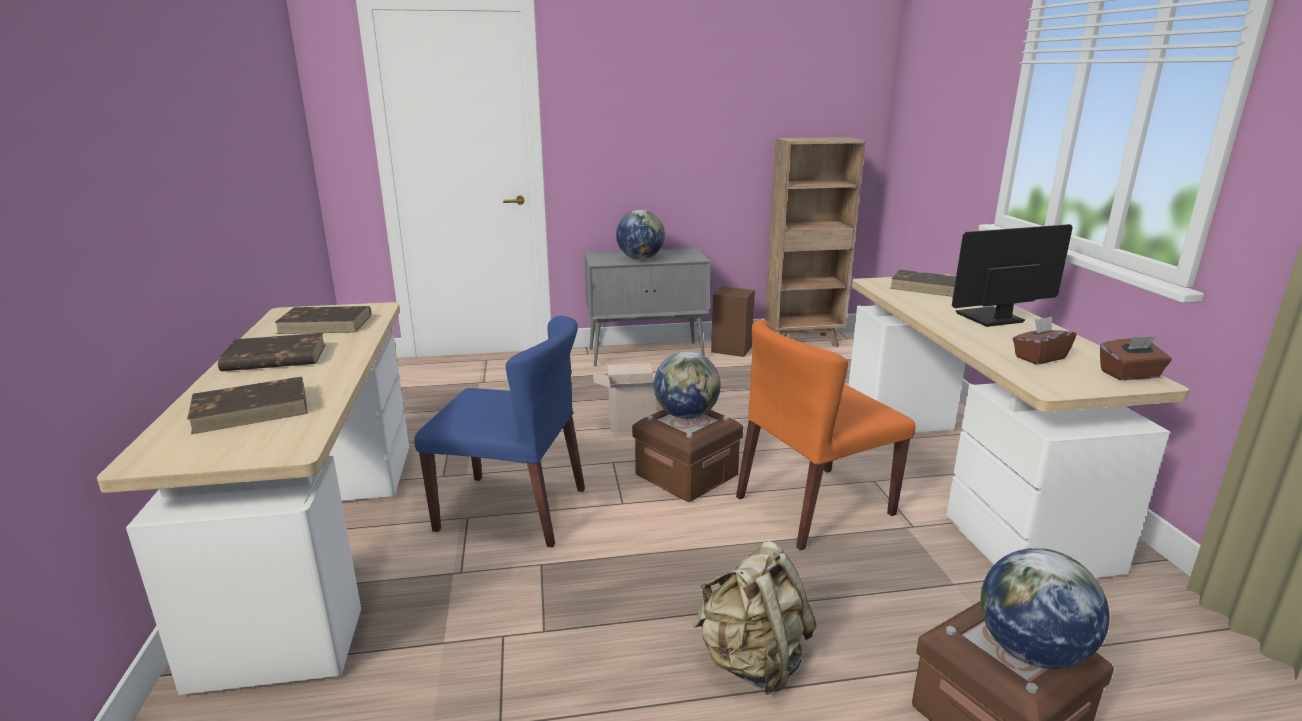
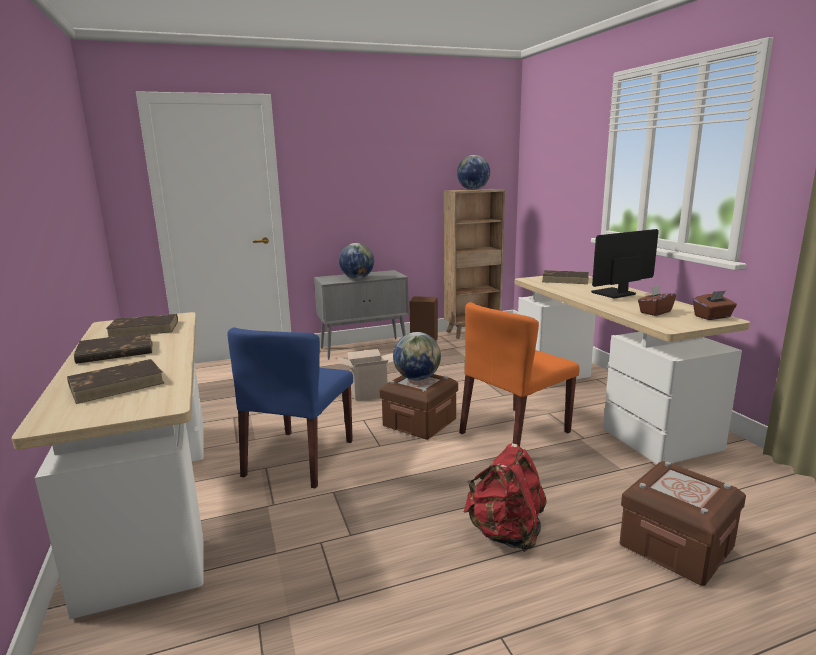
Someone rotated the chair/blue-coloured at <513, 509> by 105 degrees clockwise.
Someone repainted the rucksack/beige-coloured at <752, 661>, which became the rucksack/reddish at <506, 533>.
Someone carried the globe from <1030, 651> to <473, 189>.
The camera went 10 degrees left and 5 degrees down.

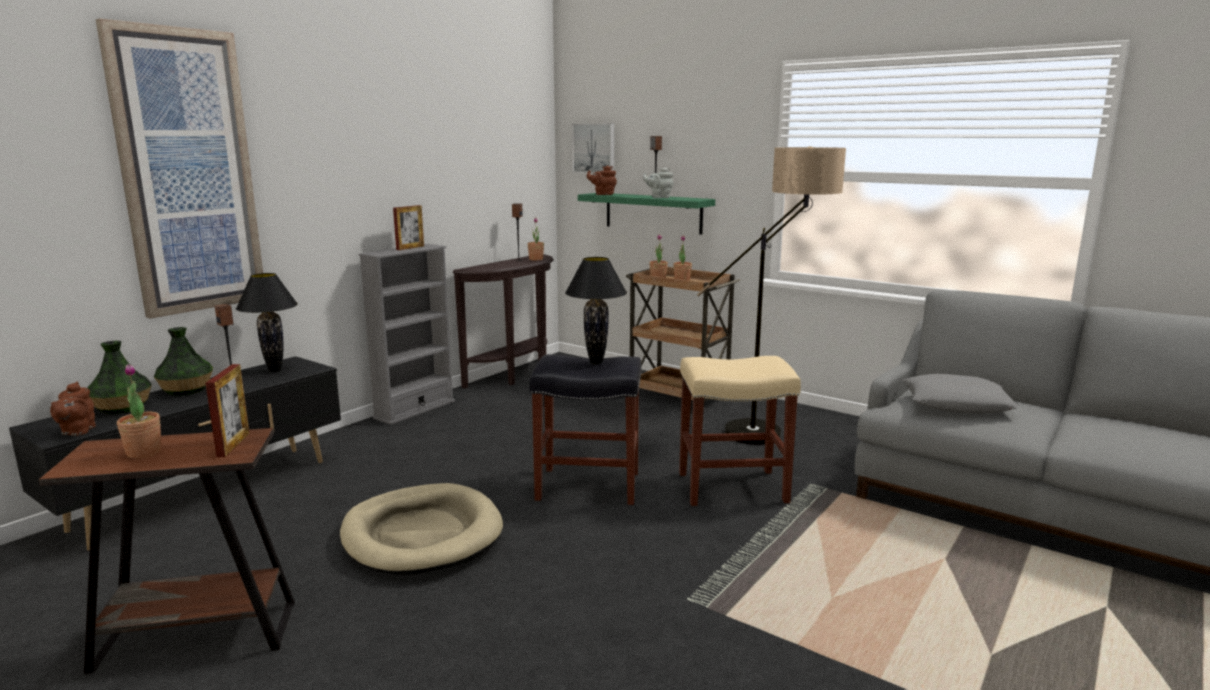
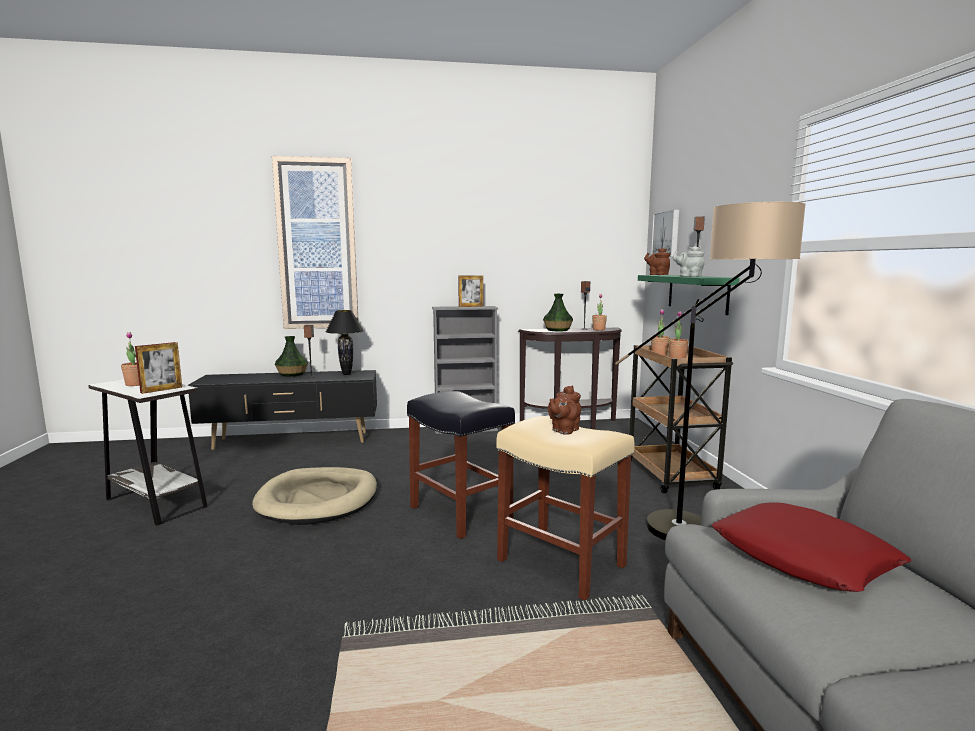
Someone took away the lamp for a table/black-coloured at <596, 362>.
Someone carried the vase from <123, 407> to <557, 330>.
Someone repainted the pillow/grey at <957, 403>, which became the pillow/reddish at <803, 557>.
Someone carried the pot for tea/brownish from <77, 431> to <564, 430>.
Someone repainted the end table/brownish at <196, 636>, which became the end table/white-coloured at <156, 503>.
The camera went 45 degrees right and 5 degrees down.

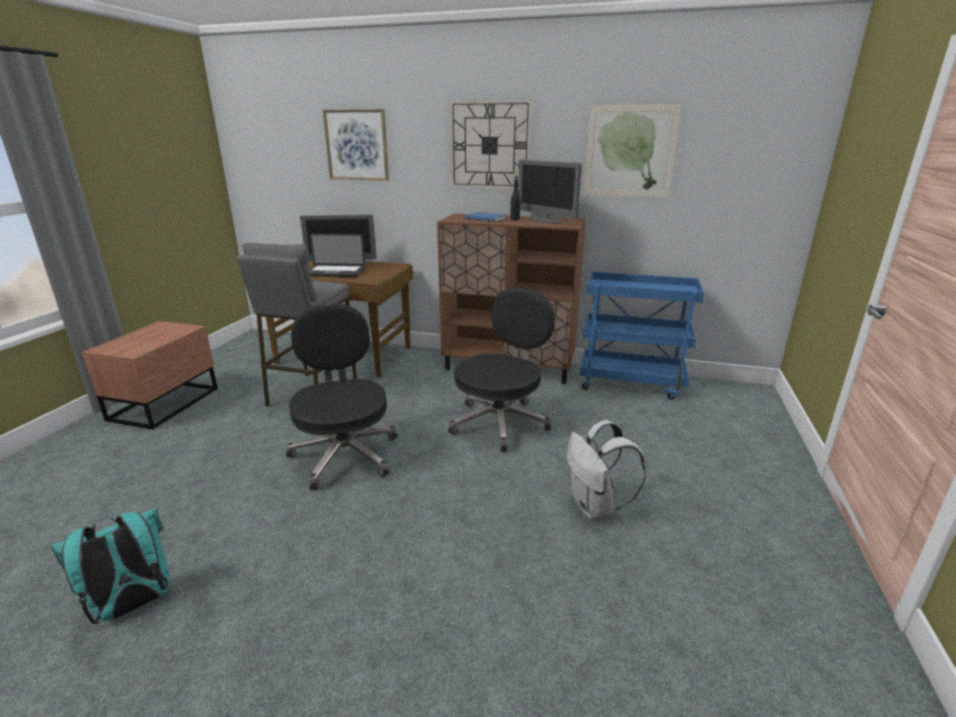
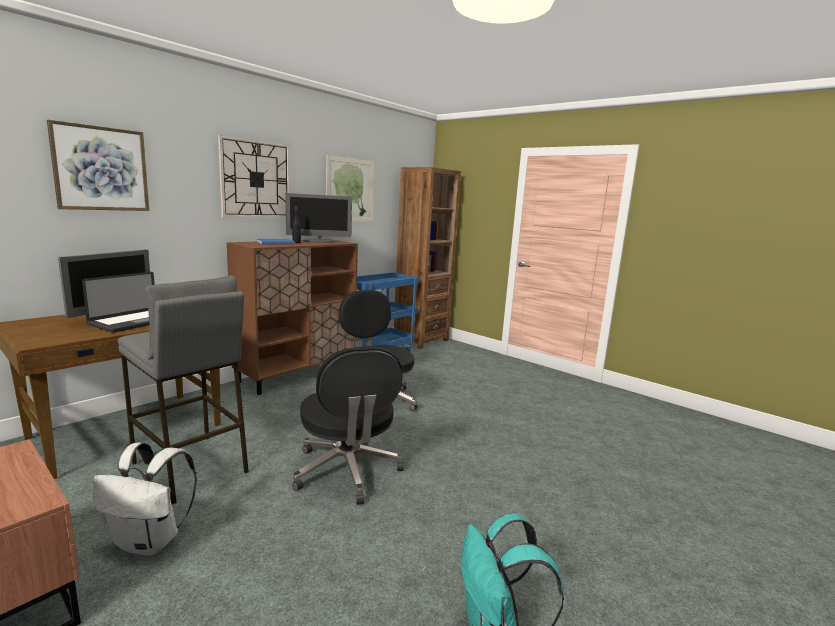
Someone rotated the desk chair/black-coloured at <345, 454> by 120 degrees counterclockwise.
Someone carried the rucksack/white-coloured from <595, 507> to <150, 541>.
Someone put down the bookcase/brownish at <420, 340>.
The camera went 65 degrees left and 10 degrees down.

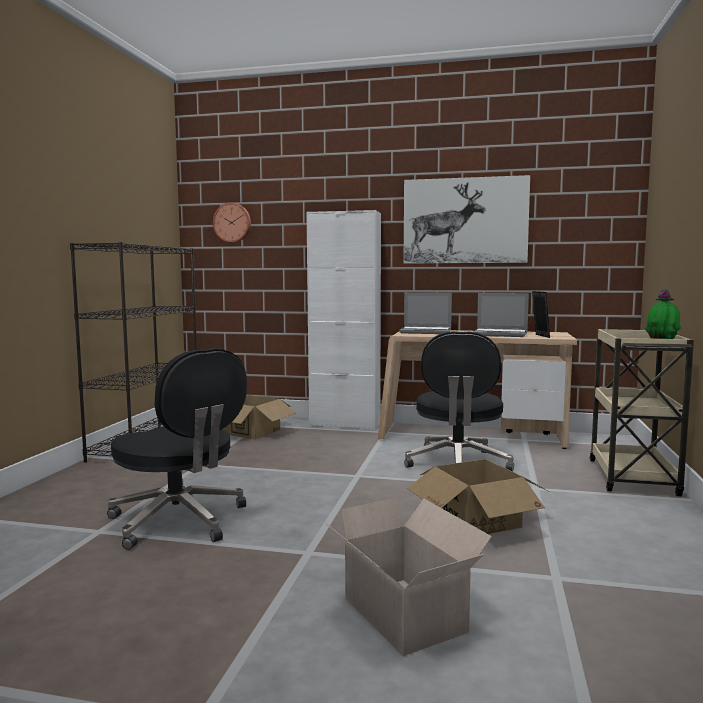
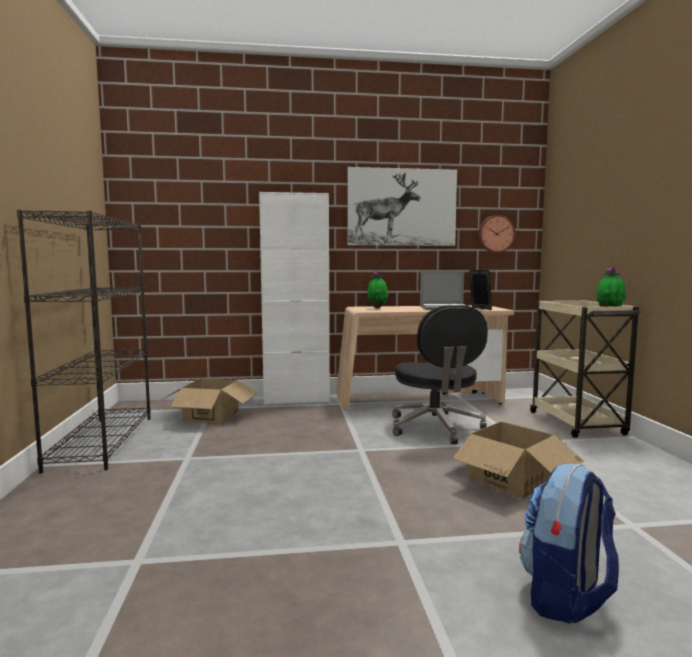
Someone carried the hanging clock from <232, 223> to <495, 234>.
Someone swapped the portable computer at <426, 332> for the plant in a pot at <377, 308>.
Someone took away the desk chair/black-coloured at <180, 521>.
Someone swapped the packing box at <405, 617> for the rucksack at <566, 597>.
The camera went 20 degrees left and 0 degrees up.

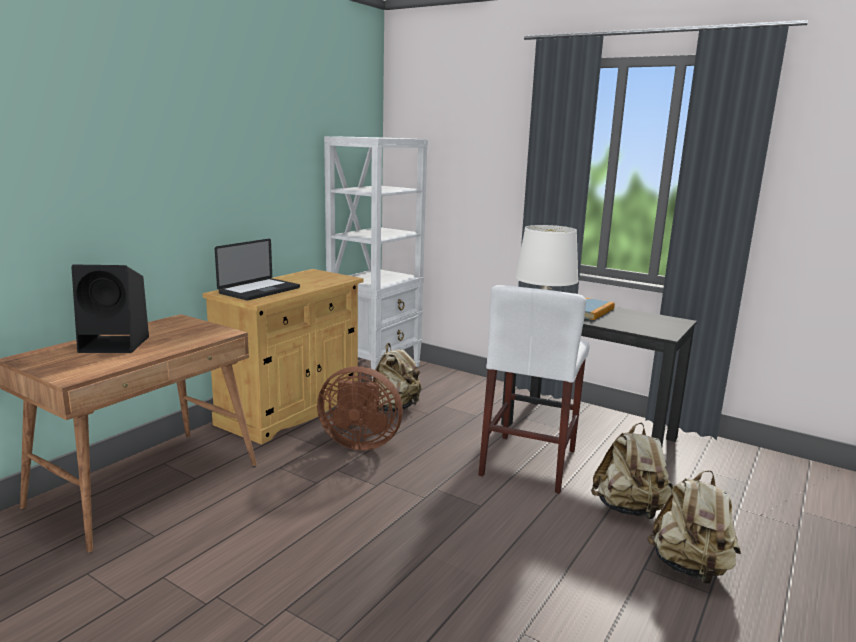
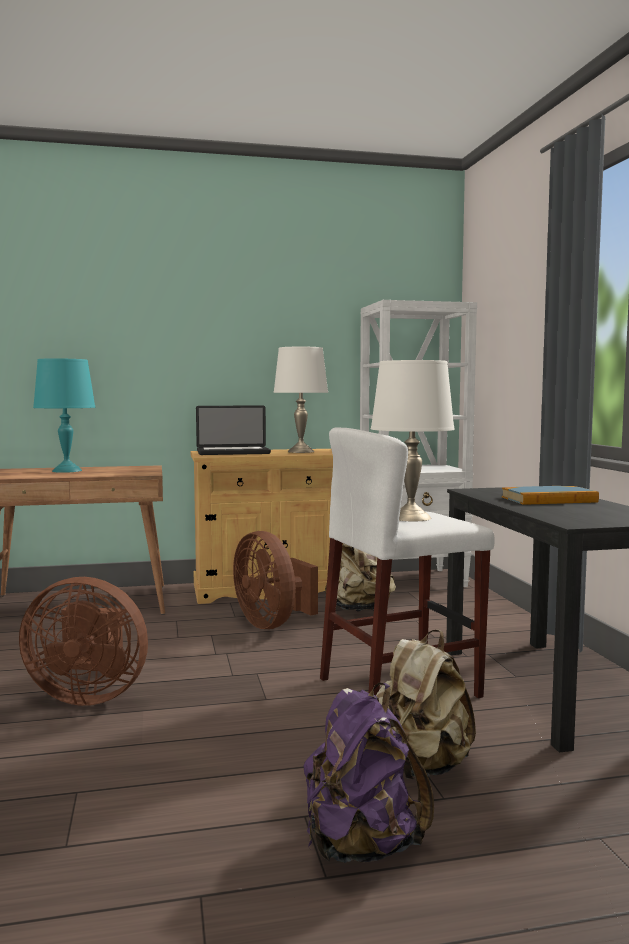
Someone swapped the speaker/black-coloured at <116, 344> for the lamp for a table/blue-green at <67, 470>.
Someone repainted the rucksack/beige-coloured at <690, 568>, which became the rucksack/purplish at <361, 846>.
Someone put down the lamp for a table/white-coloured at <300, 451>.
Someone put down the cooling fan/brownish at <88, 695>.
The camera went 45 degrees right and 10 degrees down.

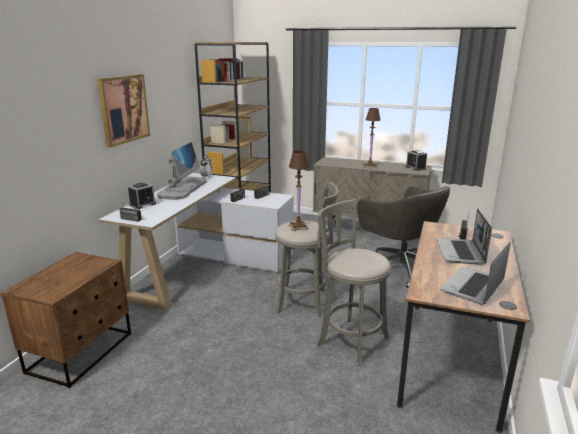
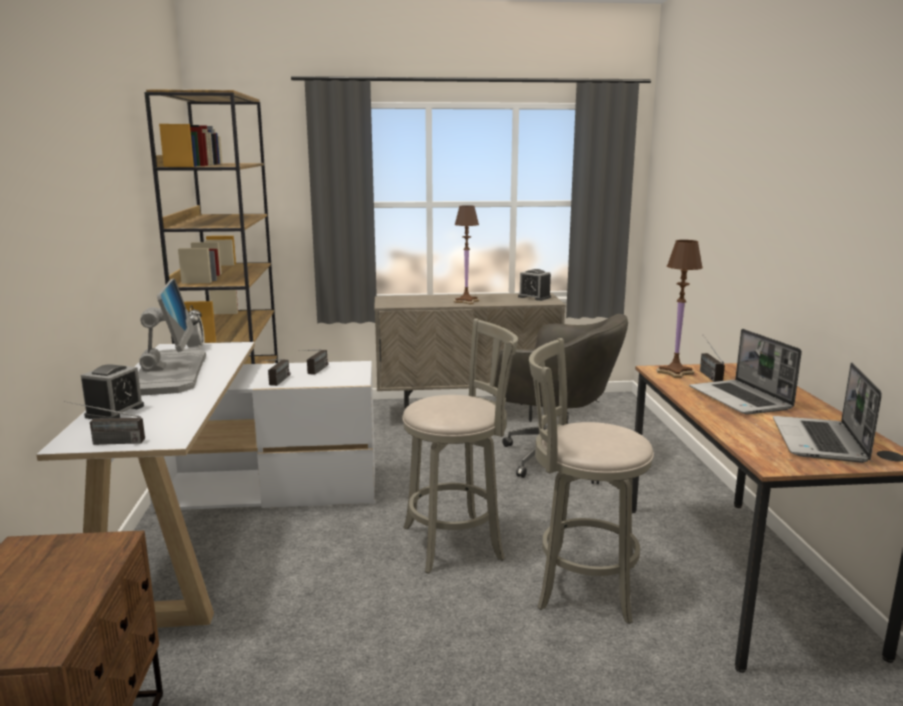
Someone took away the wall art at <123, 109>.
Someone carried the lamp for a table/brownish from <298, 227> to <674, 372>.
The camera went 25 degrees left and 5 degrees down.

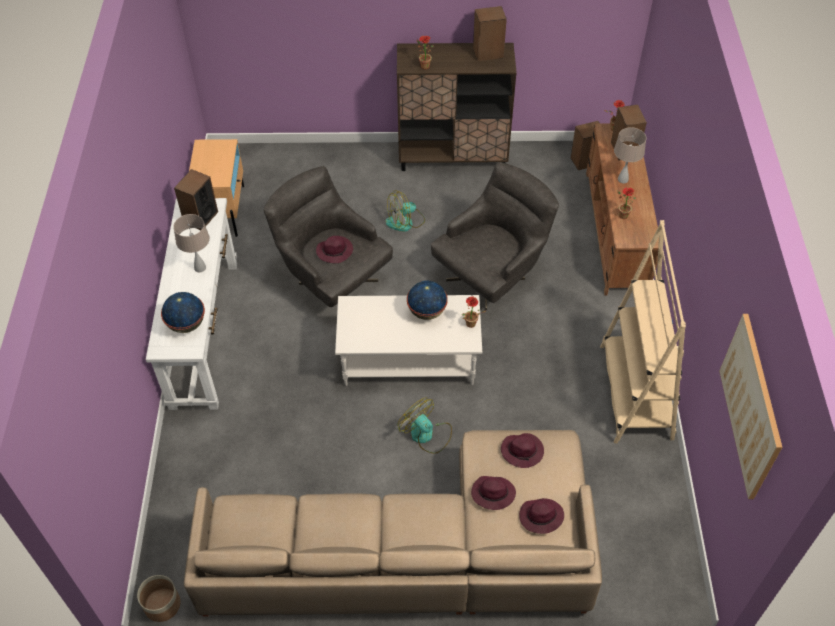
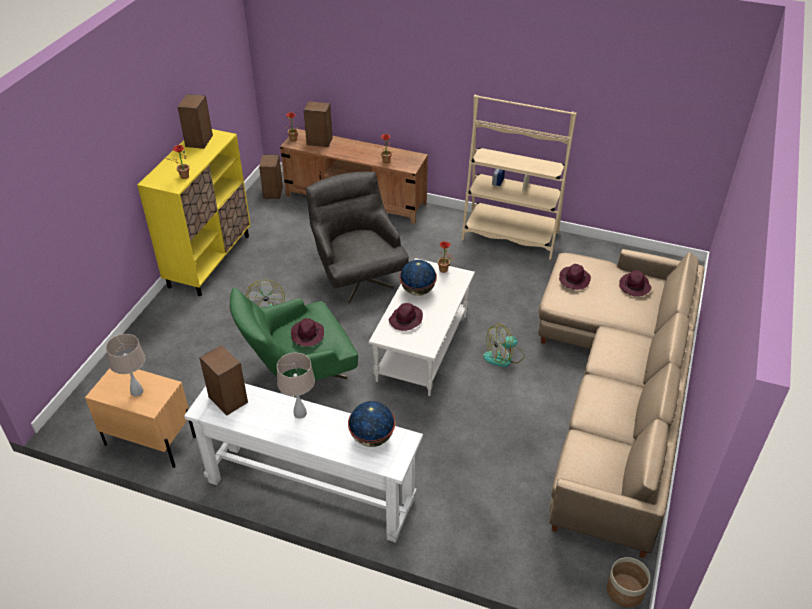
Someone repainted the storage cabinet/brownish at <453, 157>, which became the storage cabinet/yellow-coloured at <209, 260>.
Someone carried the lamp for a table/beige-coloured from <623, 179> to <137, 391>.
Someone repainted the armchair/grey at <331, 277>, which became the armchair/green-coloured at <299, 375>.
Someone took away the wall art at <751, 405>.
Someone carried the wearable hat/purplish from <492, 494> to <406, 320>.
The camera went 70 degrees left and 10 degrees down.

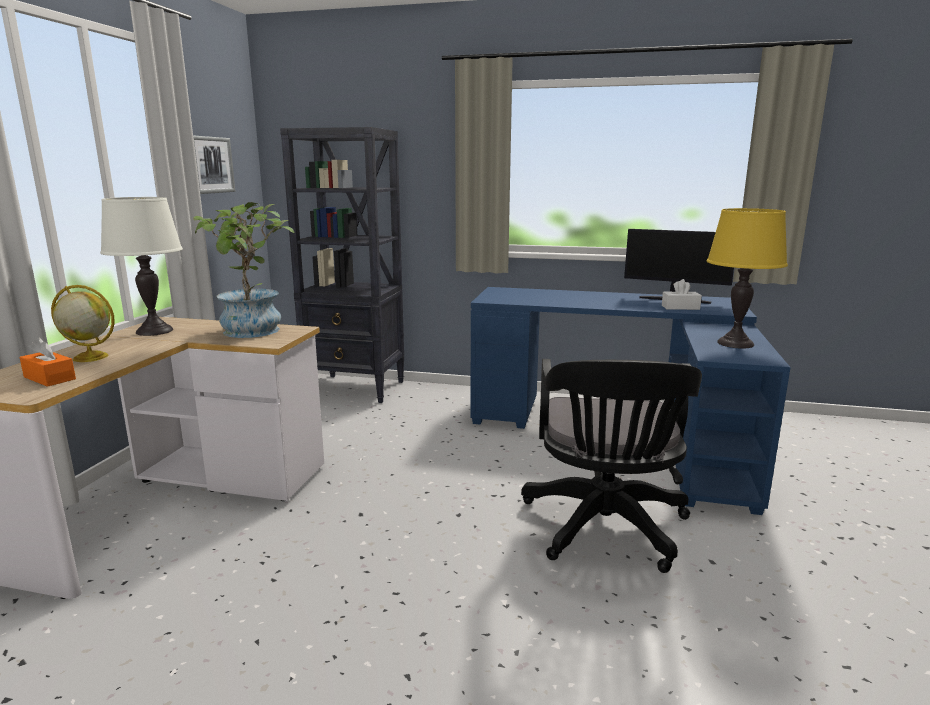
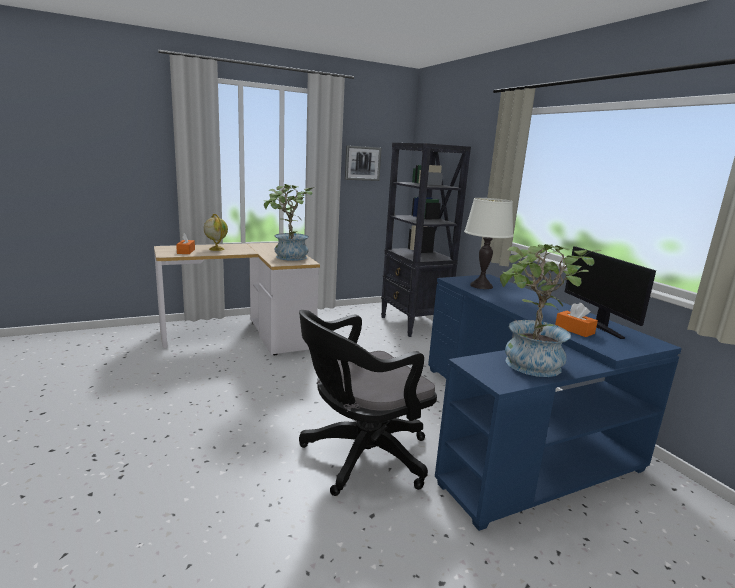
Someone carried the lamp for a table/white-coloured from <154, 331> to <481, 286>.
Someone swapped the lamp for a table/yellow-coloured at <735, 343> for the plant in a pot at <528, 367>.
Someone repainted the box of tissues/white-coloured at <680, 307>, which became the box of tissues/orange-coloured at <574, 330>.
The camera went 50 degrees right and 0 degrees up.

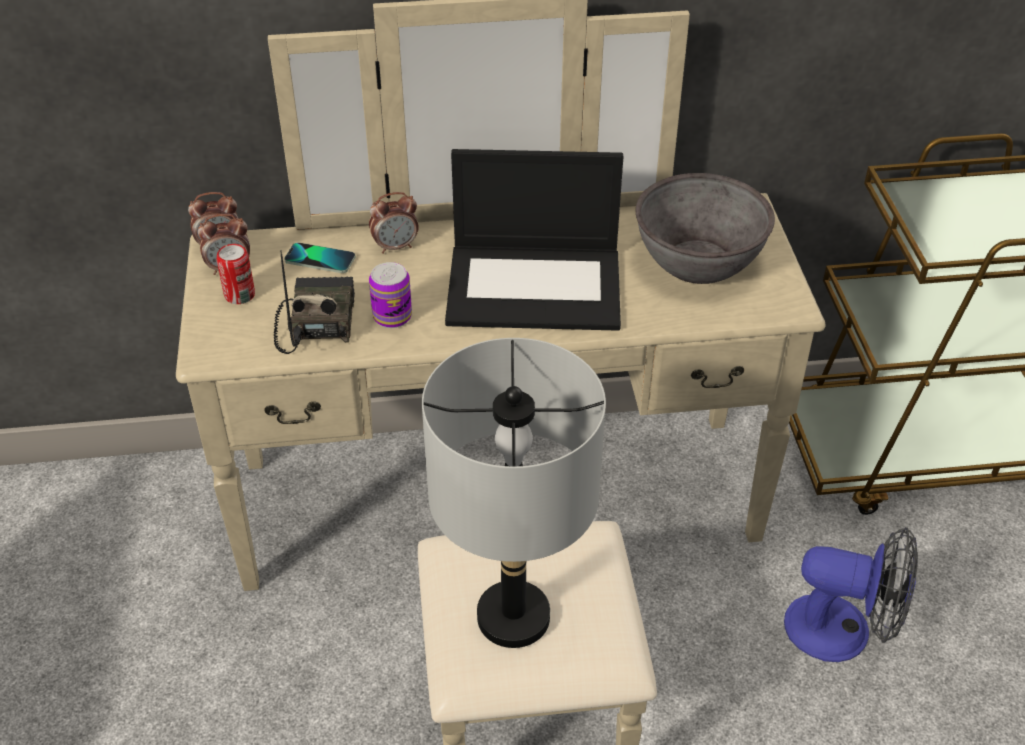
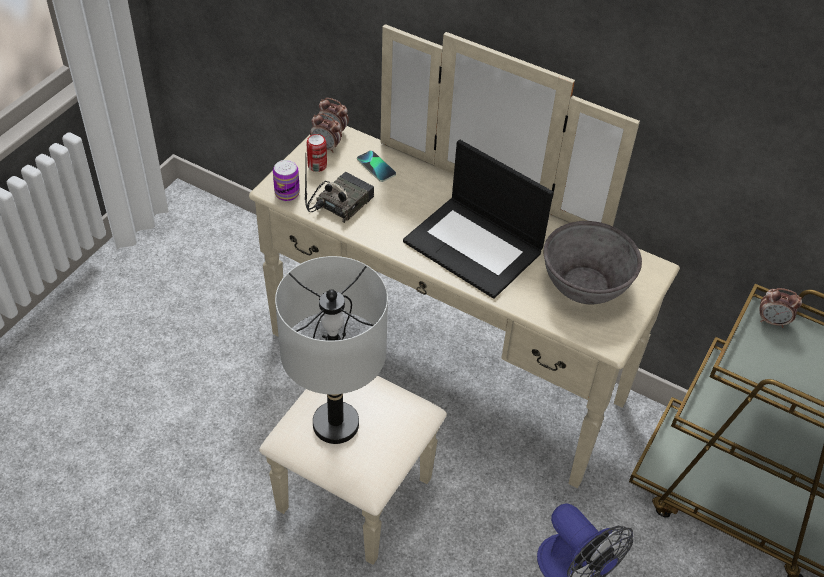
Someone carried the bedside clock from <395, 246> to <772, 321>.
Someone carried the sealed can from <392, 316> to <287, 193>.
The camera went 35 degrees right and 5 degrees up.

